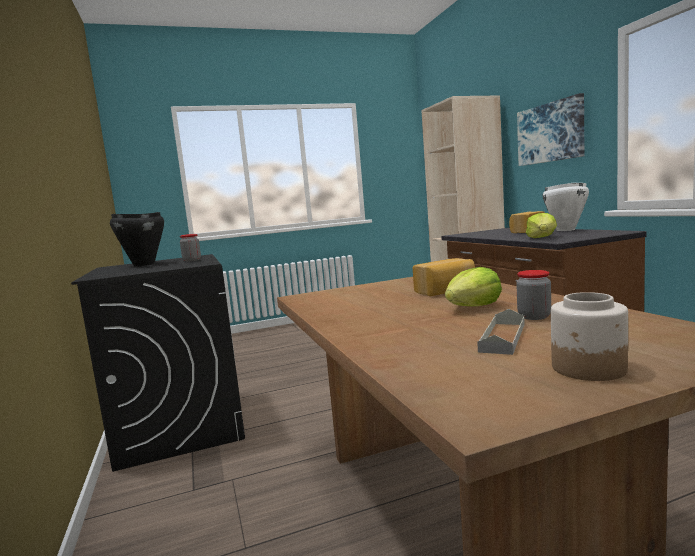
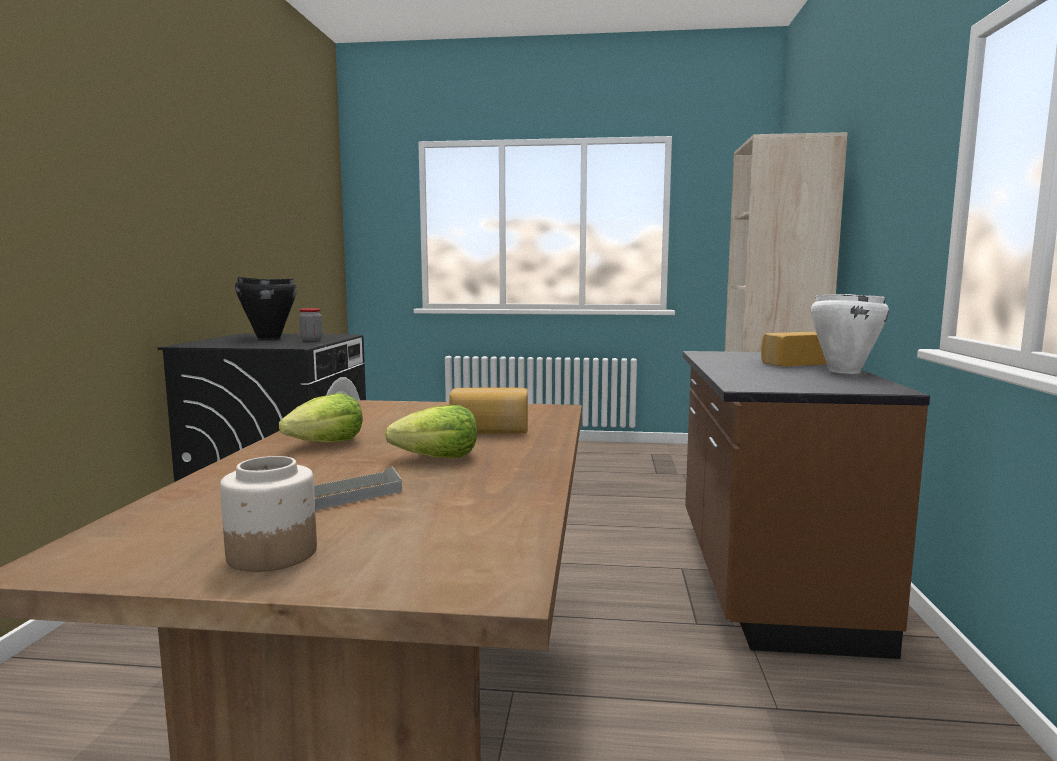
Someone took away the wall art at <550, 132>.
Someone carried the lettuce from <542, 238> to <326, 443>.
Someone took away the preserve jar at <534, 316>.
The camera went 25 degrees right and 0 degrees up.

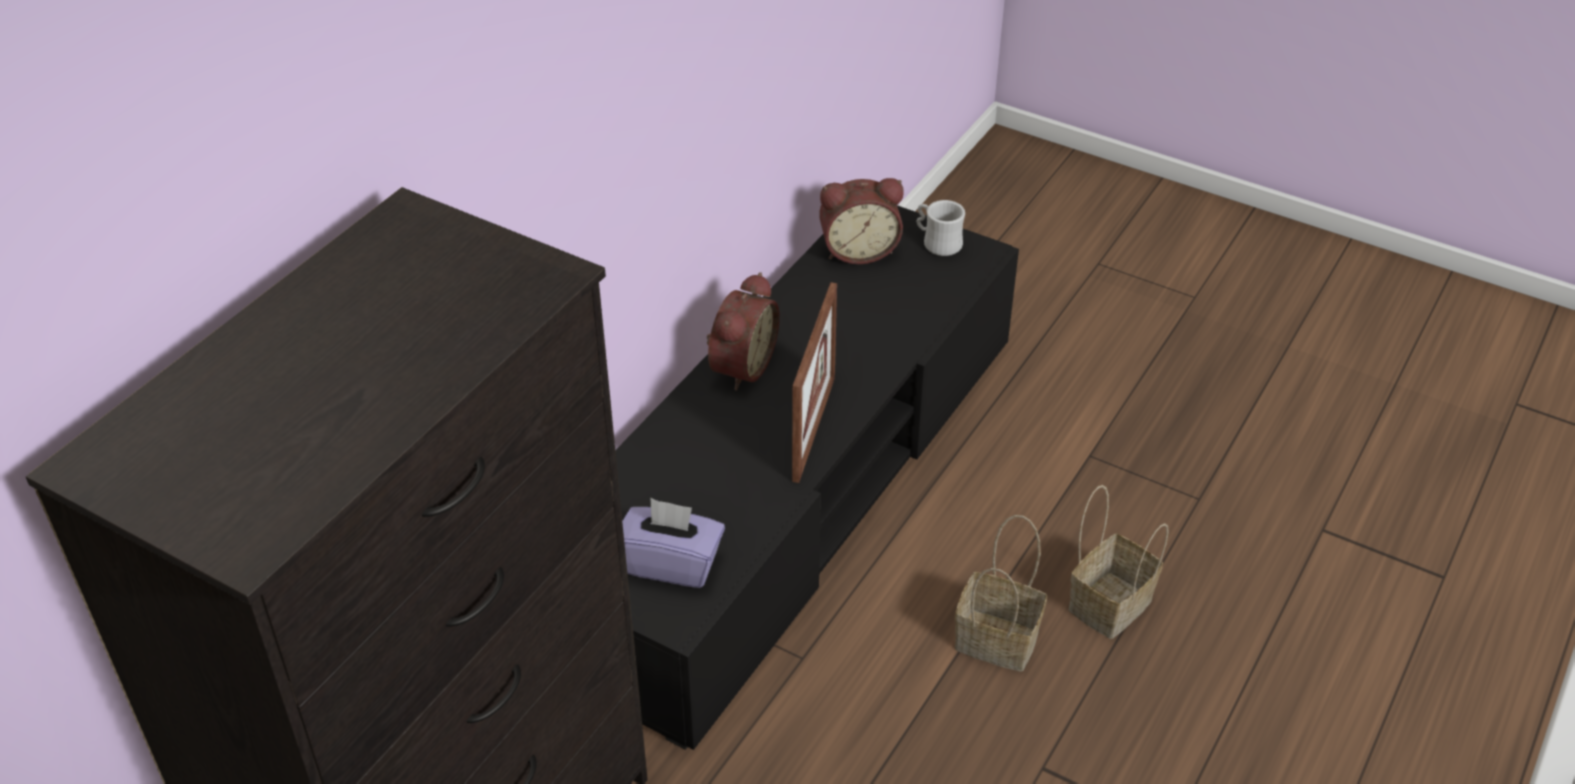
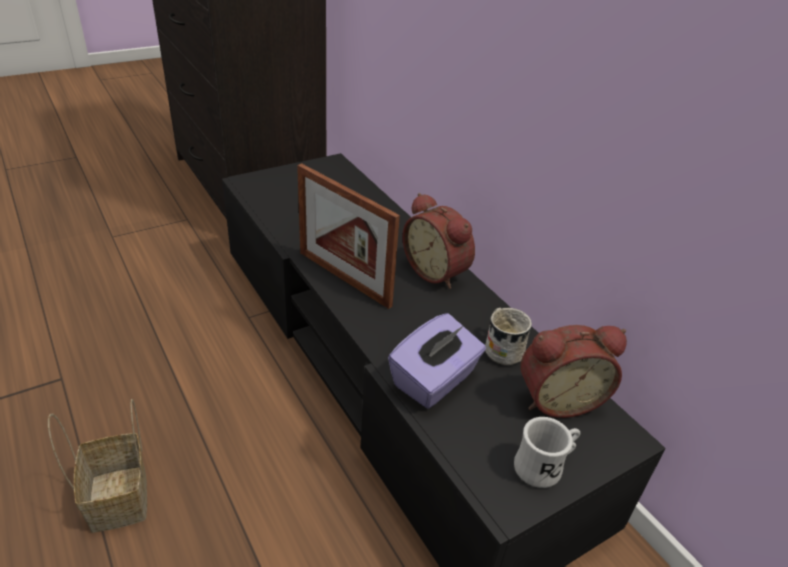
Someone rotated the bedside clock at <858, 250> by 120 degrees counterclockwise.
Someone carried the box of tissues/purplish from <671, 563> to <434, 380>.
Someone took away the storage basket at <999, 640>.
Someone put down the tea mug/white-coloured at <501, 348>.
The camera went 115 degrees right and 5 degrees down.

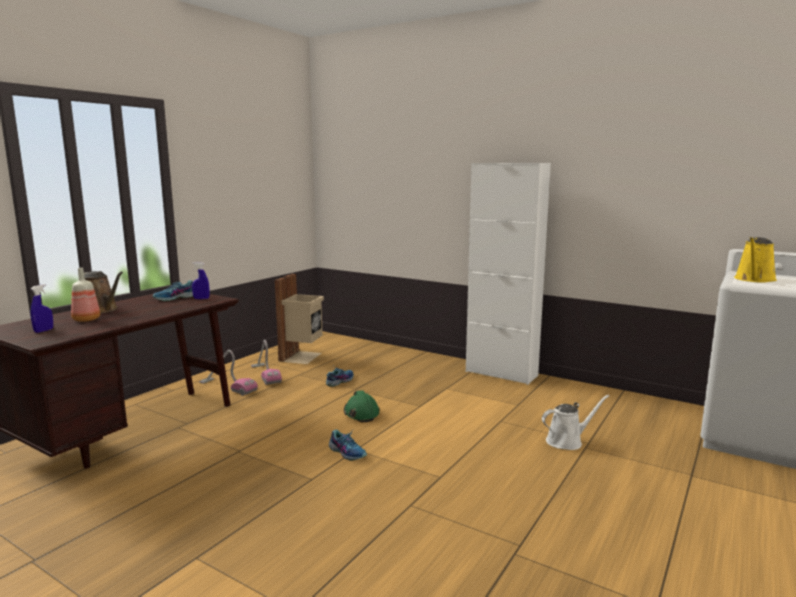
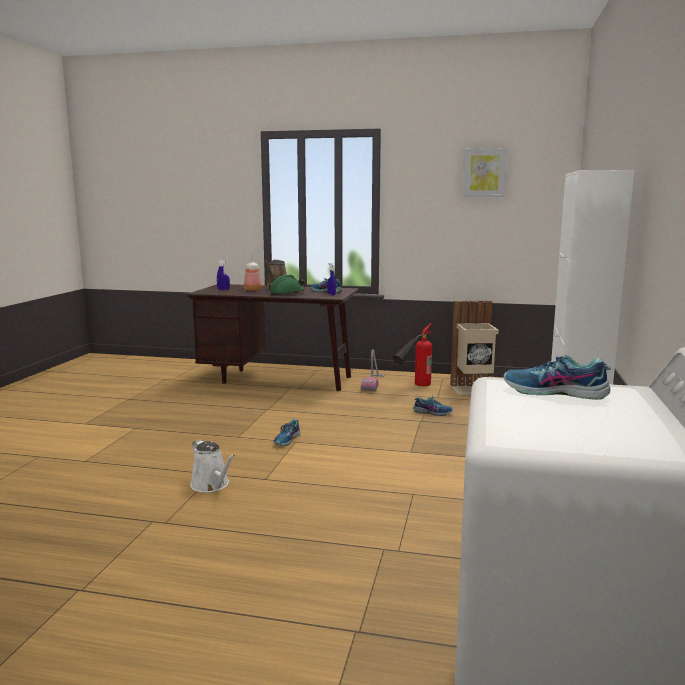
Someone swapped the watering can/yellow-coloured at <754, 279> for the item of footwear at <554, 392>.
Someone swapped the vacuum cleaner at <265, 374> for the fire extinguisher at <413, 387>.
Someone carried the safety helmet/green-coloured from <361, 413> to <287, 293>.
Someone carried the watering can/white-coloured from <567, 441> to <212, 485>.
Someone put up the wall art at <484, 173>.
The camera went 70 degrees right and 0 degrees up.

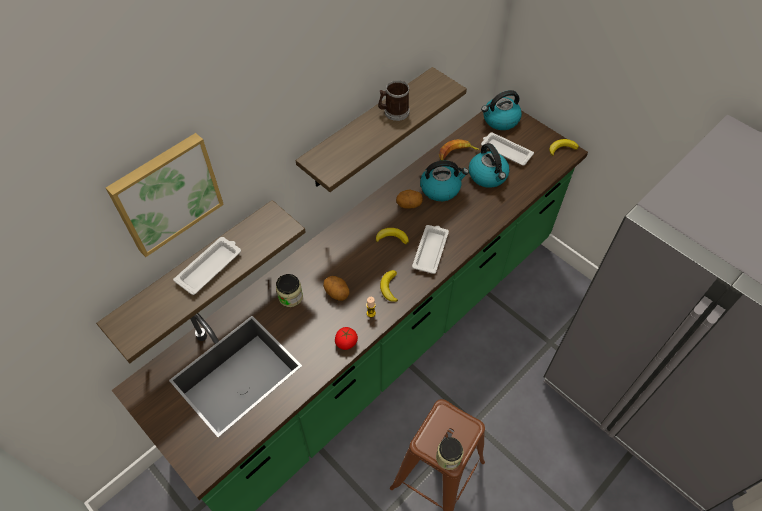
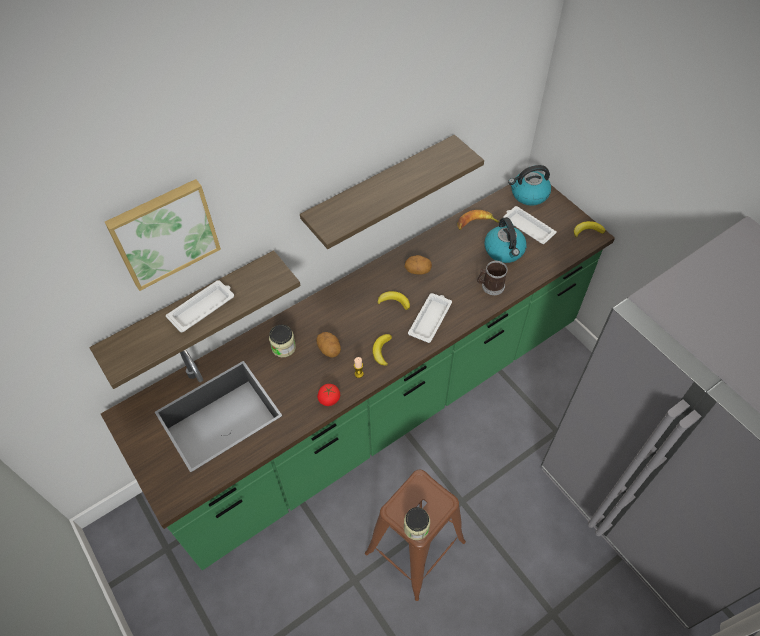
Someone carried the tea mug from <393, 112> to <490, 286>.
Someone took away the tea kettle at <441, 188>.
The camera went 10 degrees right and 0 degrees up.

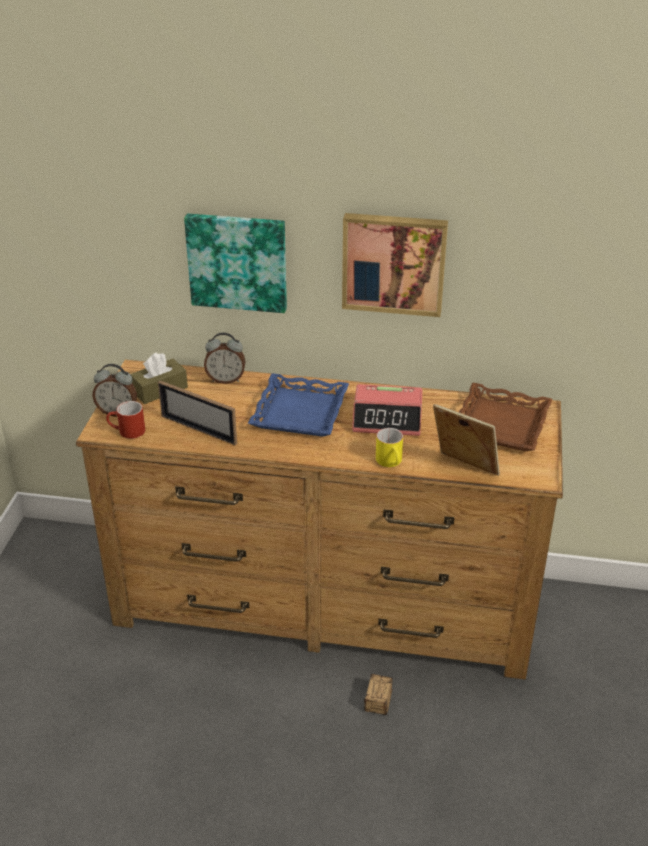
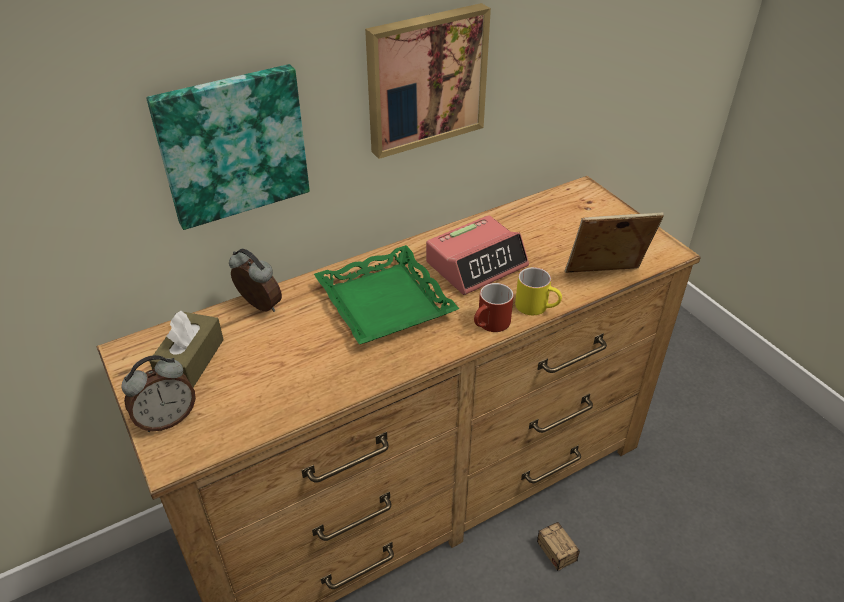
Someone rotated the bedside clock at <226, 379> by 105 degrees counterclockwise.
Someone repainted the tray/blue-coloured at <299, 412>, which became the tray/green-coloured at <384, 302>.
Someone took away the standing frame at <198, 429>.
Someone took away the tray/brownish at <500, 424>.
Someone carried the tea mug/reddish from <127, 432> to <490, 325>.
The camera went 40 degrees left and 5 degrees up.

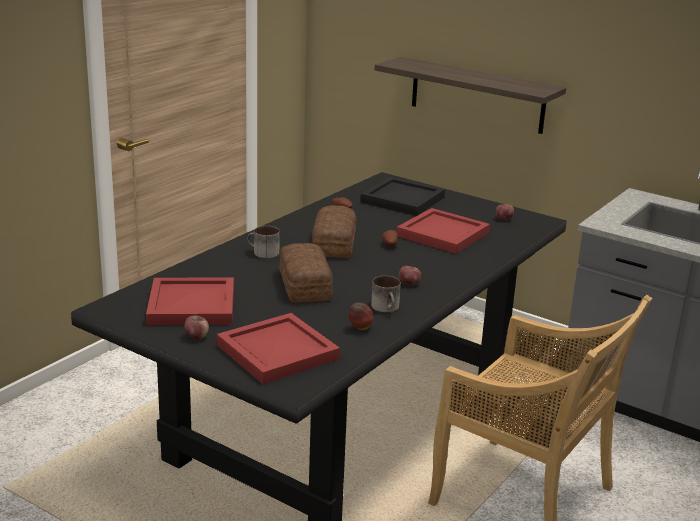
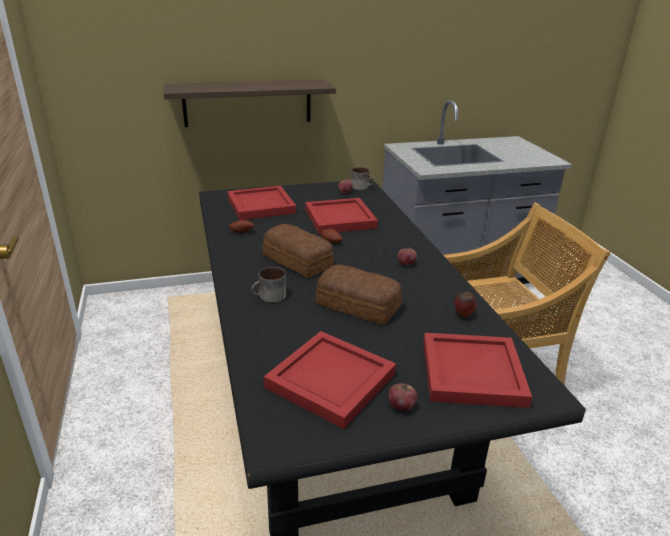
Someone repainted the tray/black-coloured at <403, 200>, which became the tray/reddish at <262, 206>.
Someone carried the tea mug from <387, 308> to <362, 187>.
The camera went 50 degrees left and 5 degrees up.

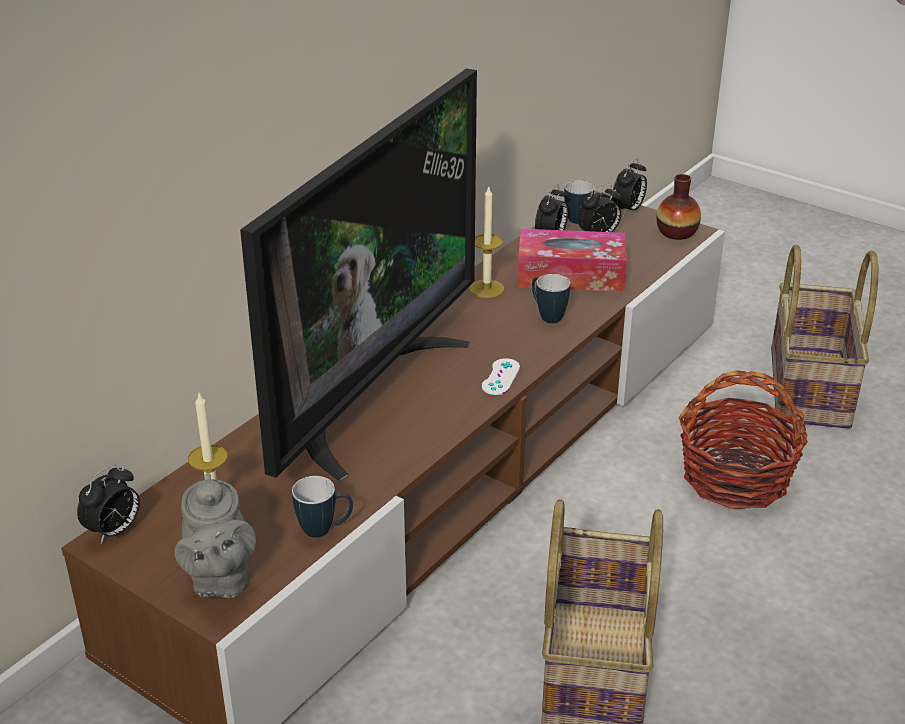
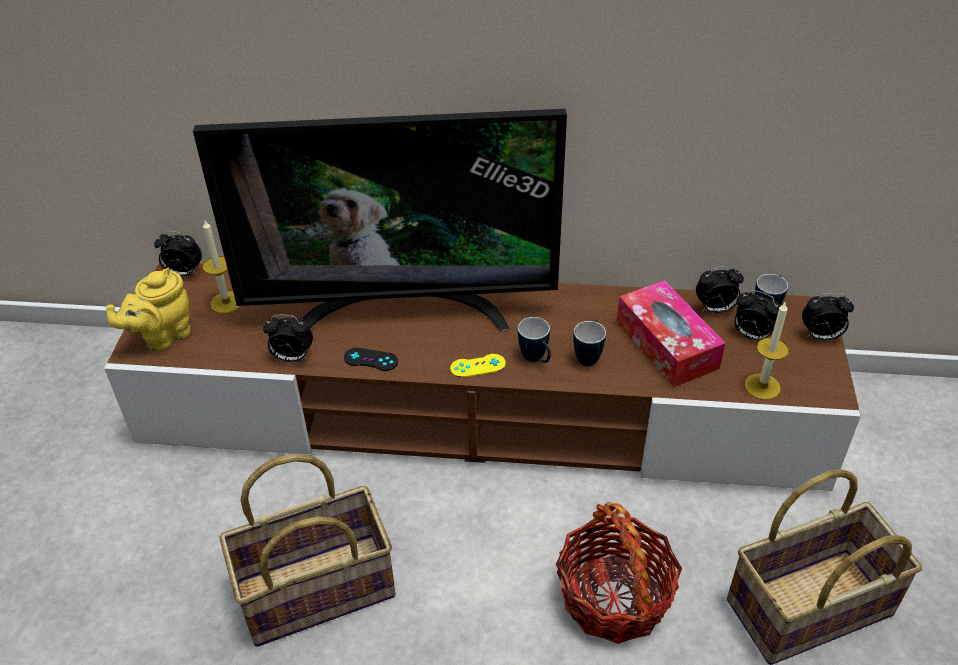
Someone took away the vase at <676, 232>.
Someone carried the wax candle from <486, 289> to <762, 386>.
Someone repainted the game controller/white-coloured at <500, 377>, which became the game controller/yellow-coloured at <478, 366>.
Someone repainted the pot for tea/grey at <219, 580>, which became the pot for tea/yellow-coloured at <162, 336>.
Someone carried the tea mug from <325, 530> to <536, 360>.
Someone put down the bedside clock at <292, 357>.
Someone put down the game controller/black-coloured at <371, 359>.
The camera went 60 degrees right and 10 degrees up.

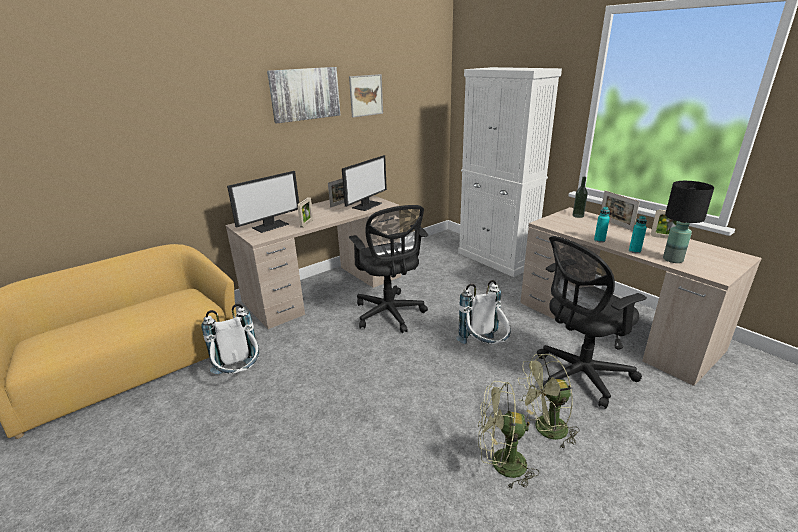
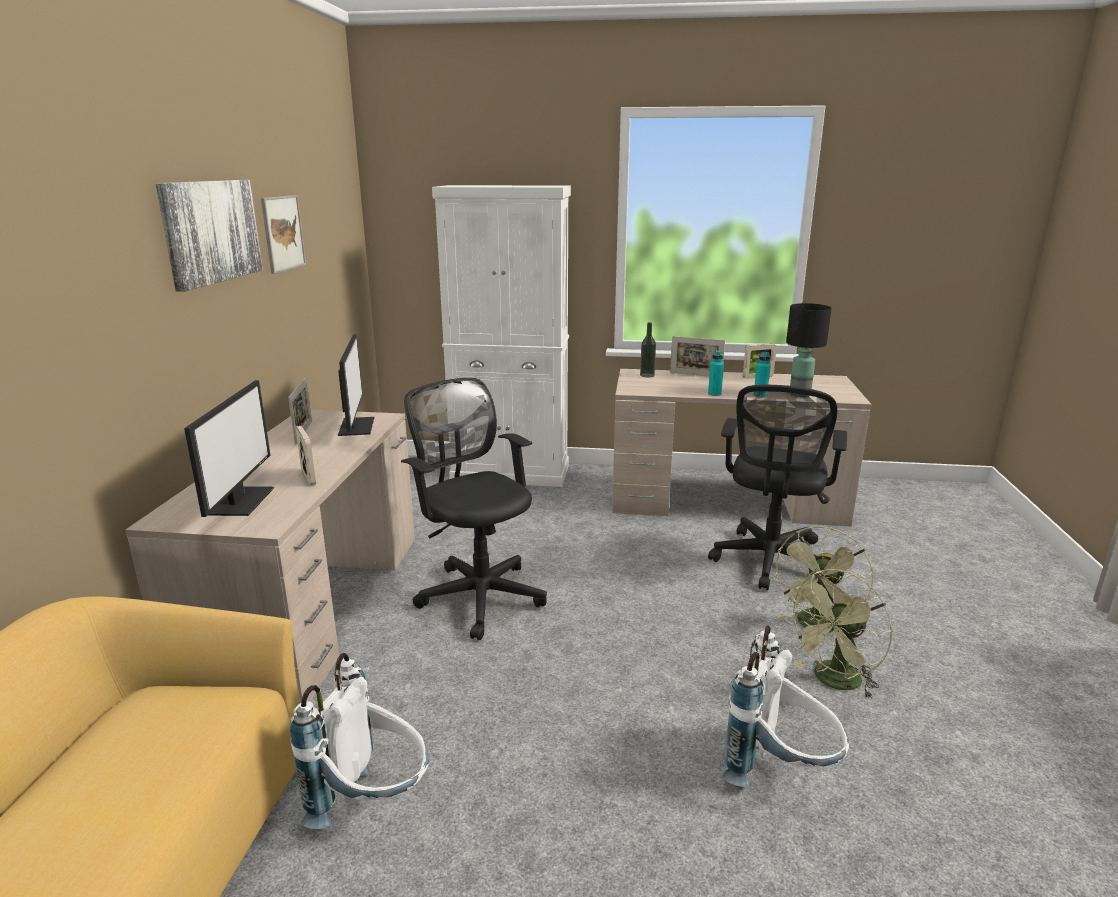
Someone rotated the desk chair/black-coloured at <390, 314> by 150 degrees counterclockwise.
Someone carried the rucksack/white-coloured from <484, 347> to <779, 771>.
The camera went 45 degrees left and 5 degrees down.

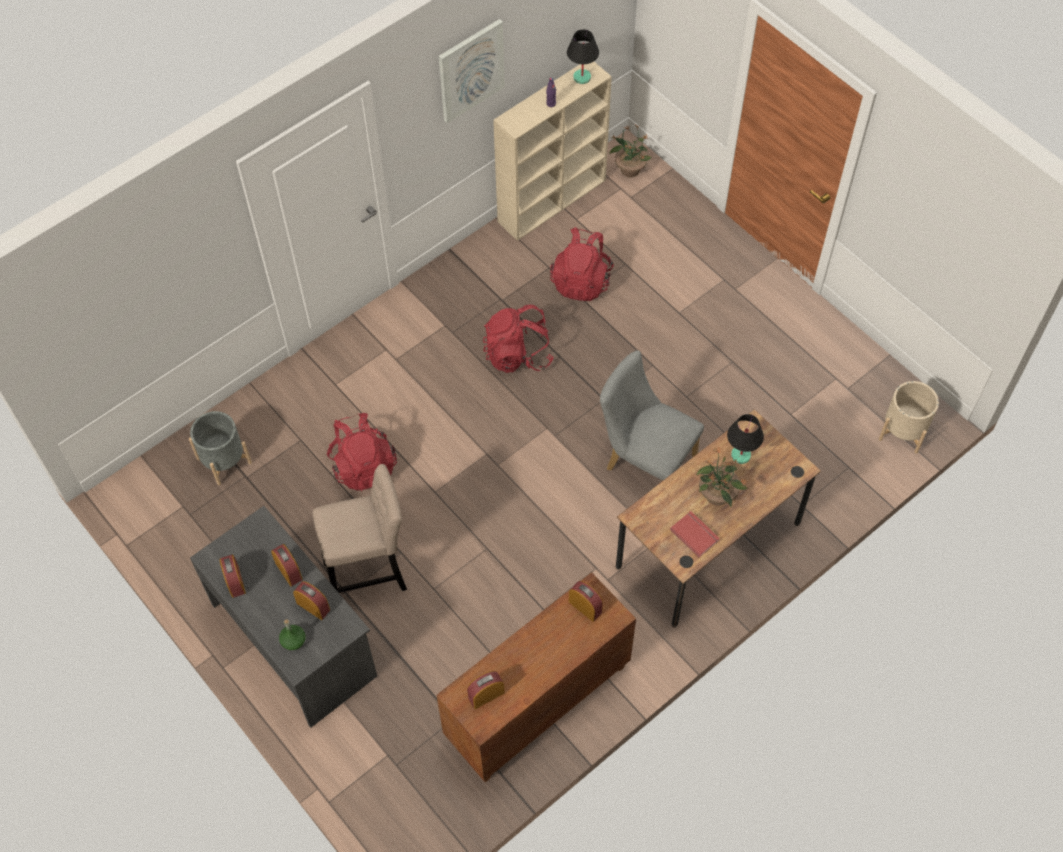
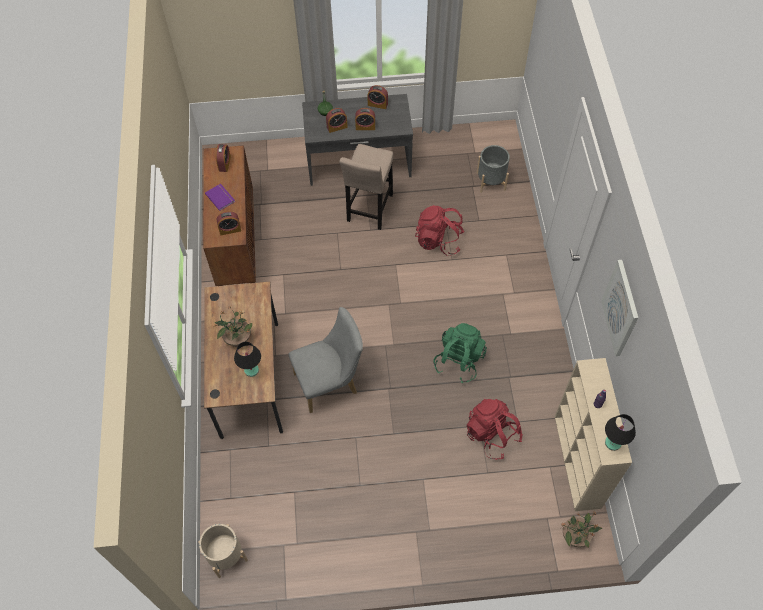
Someone repainted the rucksack/reddish at <518, 354>, which became the rucksack/green-coloured at <459, 360>.
Someone took away the bound book/reddish at <695, 534>.
Someone put down the bound book/purplish at <221, 197>.
The camera went 125 degrees right and 0 degrees up.

